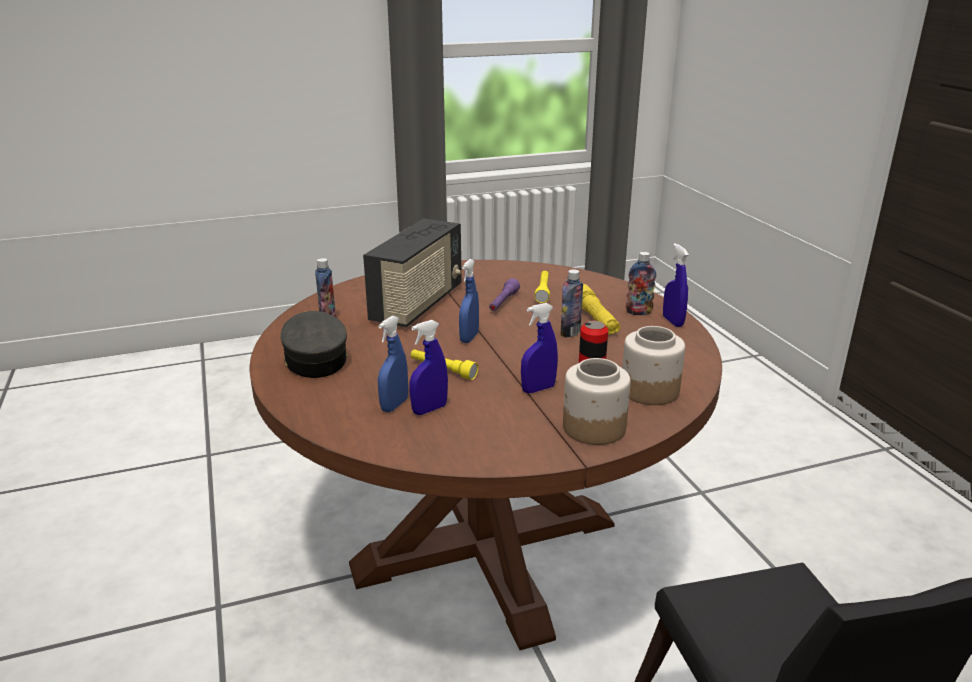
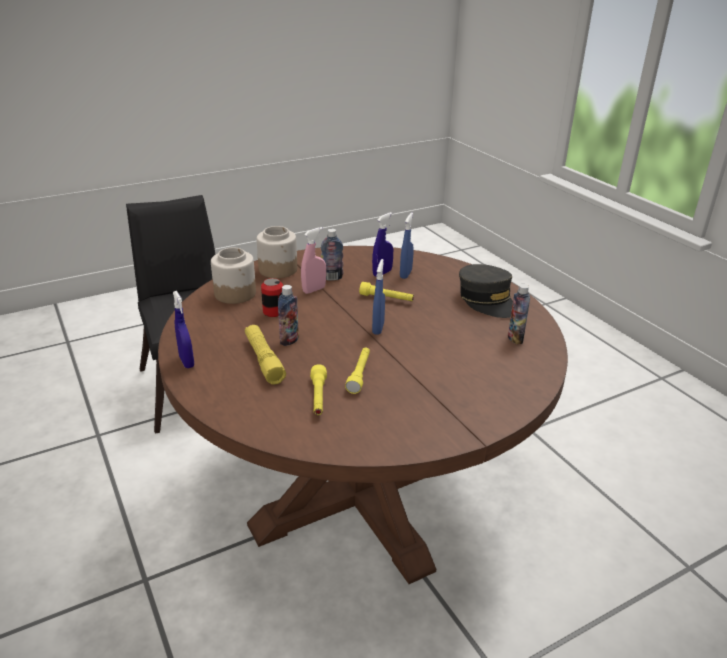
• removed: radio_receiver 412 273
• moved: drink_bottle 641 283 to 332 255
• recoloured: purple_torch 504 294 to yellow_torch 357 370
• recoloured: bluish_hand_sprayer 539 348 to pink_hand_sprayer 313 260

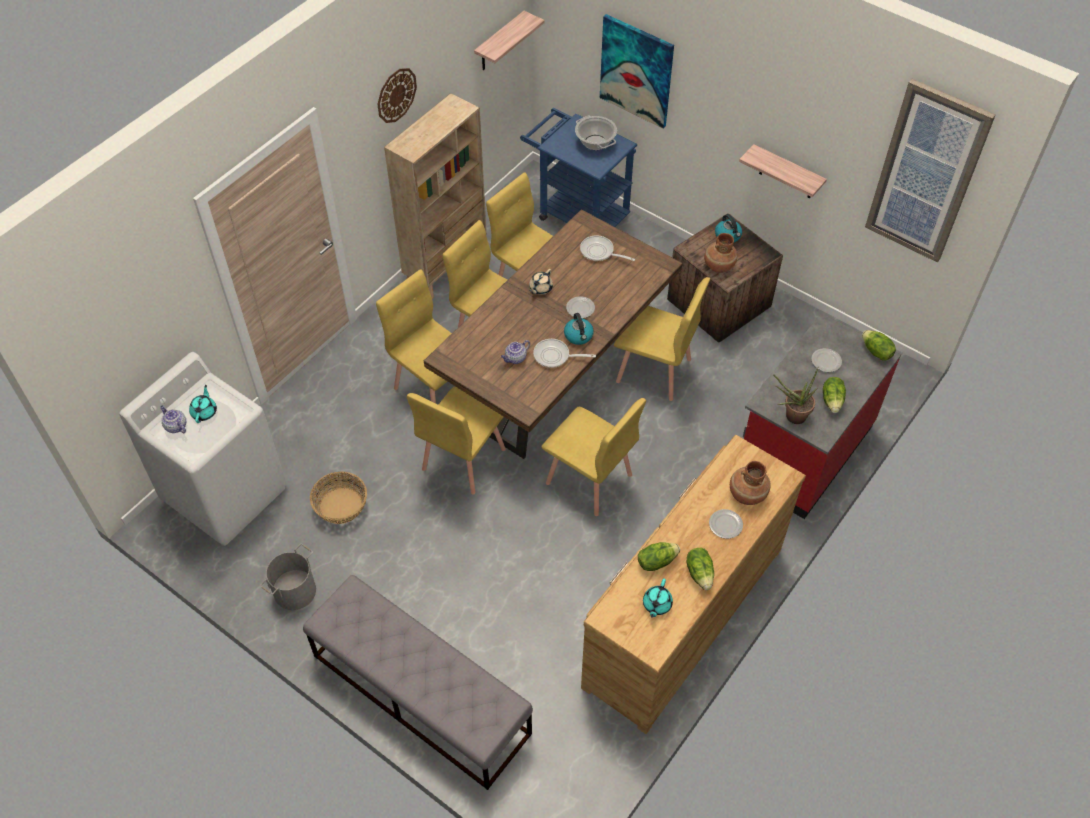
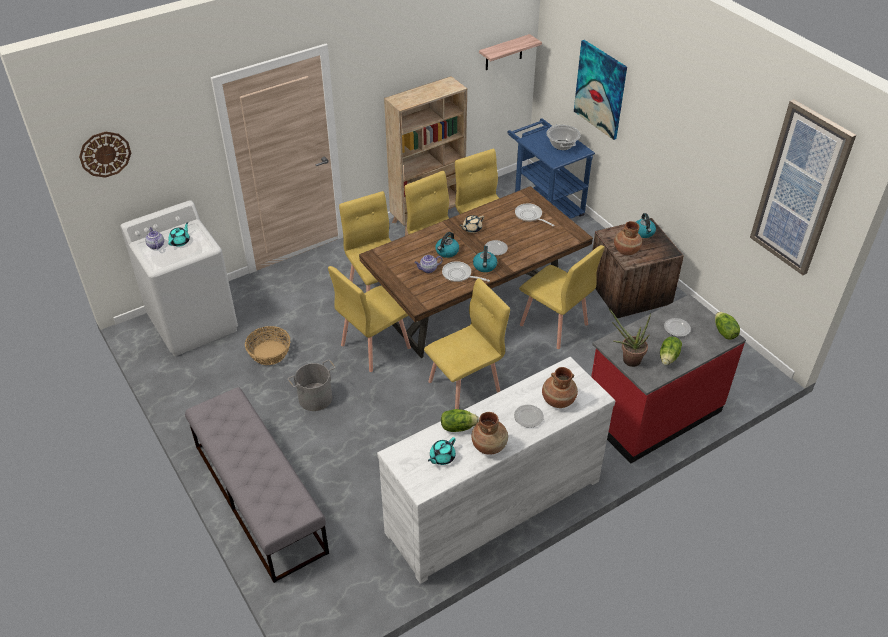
• removed: wall_shelf 783 171
• added: tea_kettle 447 245
• moved: gray_bucket 288 577 to 312 385
• moved: hanging_clock 397 95 to 105 155
• replaced: head_of_lettuce 700 569 to brown-coloured_flower_vase 490 433
• recoloured: brown-coloured_dresser 693 584 to white_dresser 496 470
• turned: yellow_plain_chair 593 457 = 467 343 90 degrees counterclockwise

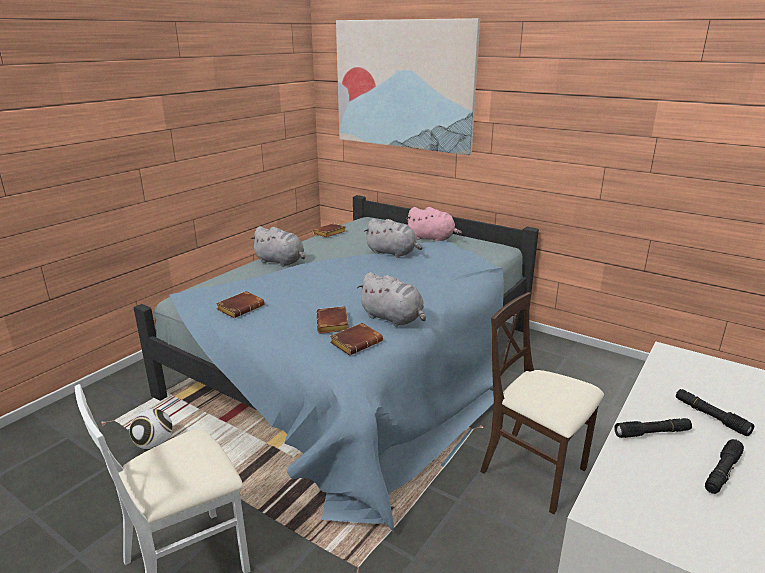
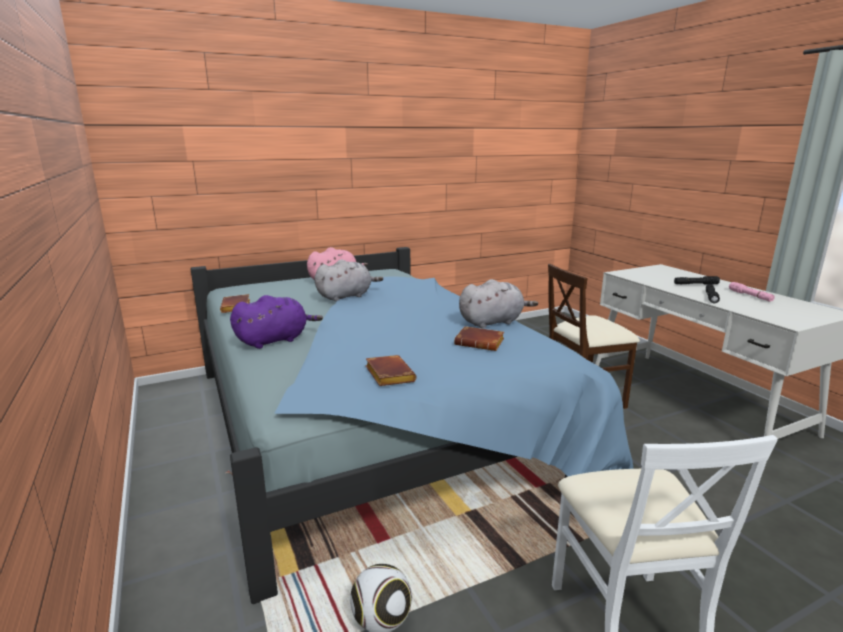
• removed: brown-coloured_bound_book 356 339
• removed: wall_art 408 86
• recoloured: gray_soft_toy 277 246 to purple_soft_toy 276 322
• recoloured: black-coloured_torch 724 466 to pink_torch 752 292

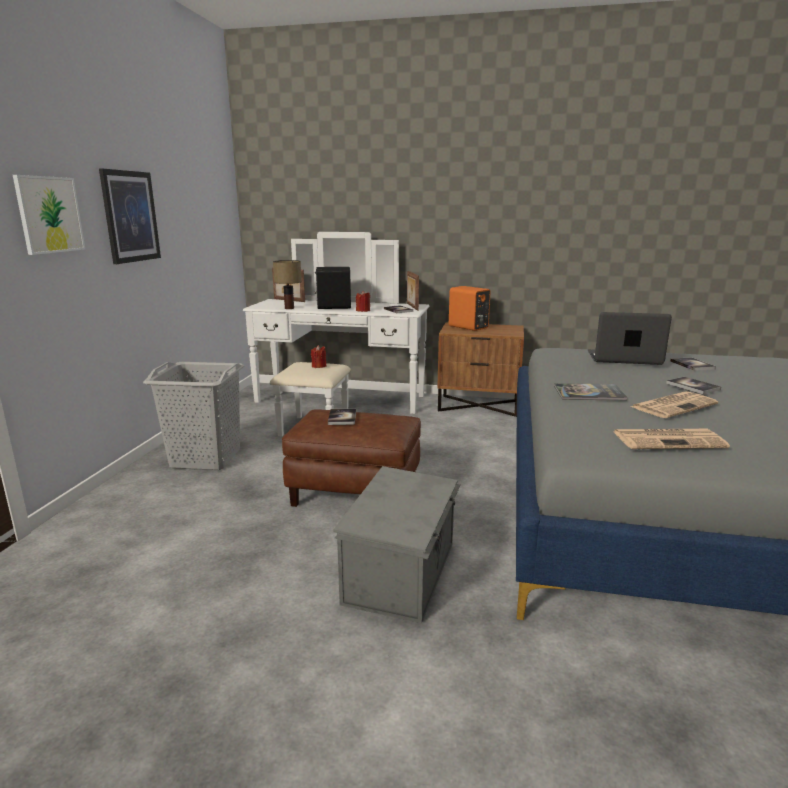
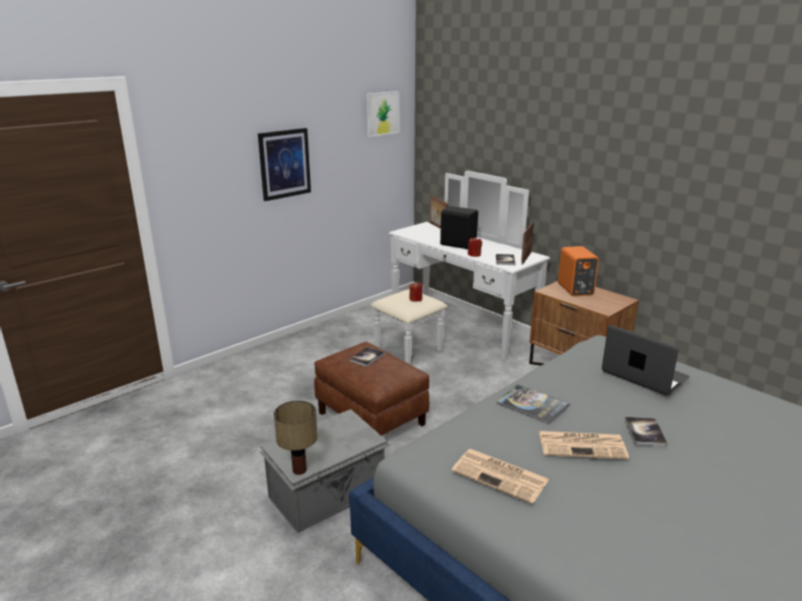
• removed: gray_laundry_basket 193 416
• removed: bound_book 693 364
• moved: wall_art 49 215 to 383 114
• moved: lamp_for_a_table 287 284 to 296 438

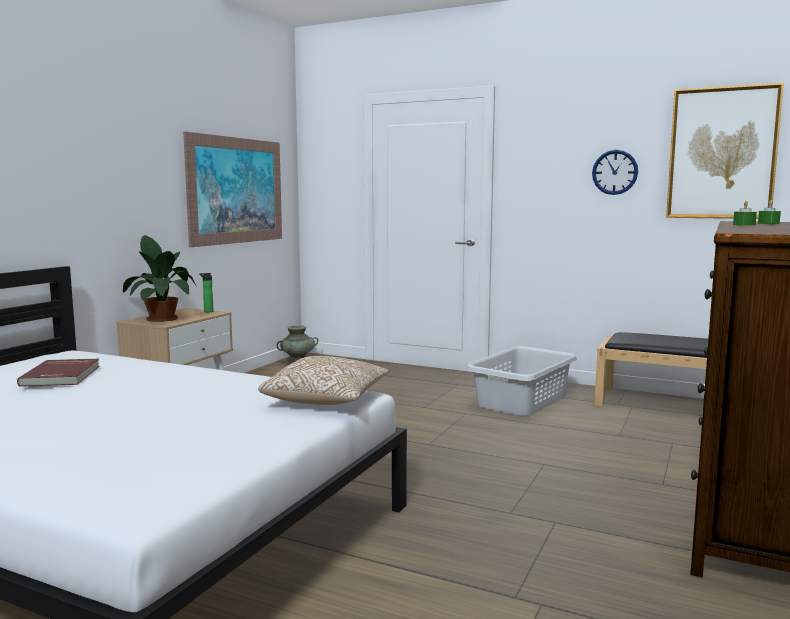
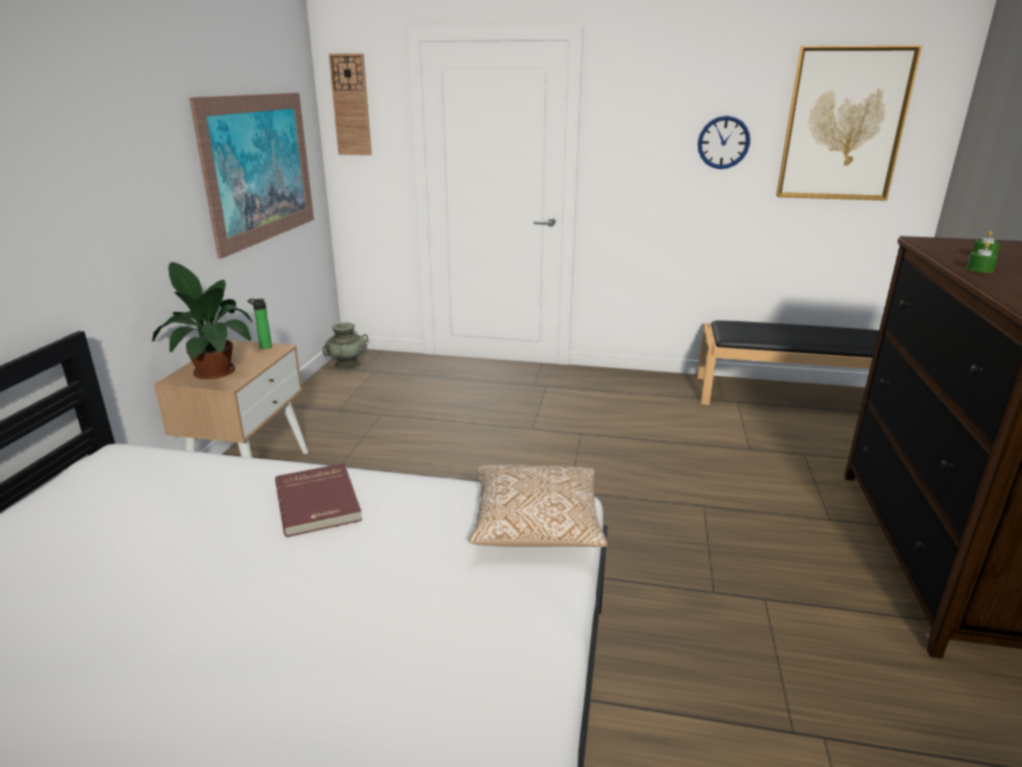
• removed: gray_laundry_basket 521 381
• added: hanging_clock 350 104
• moved: red_bound_book 58 373 to 318 500

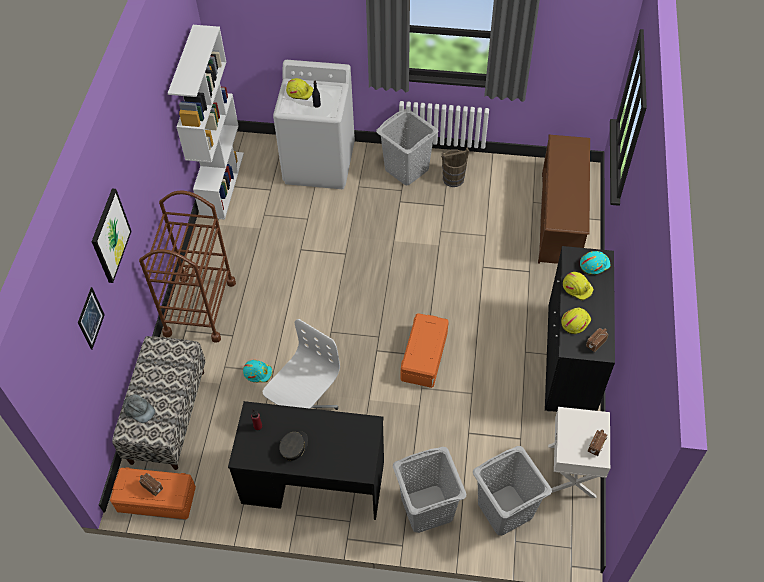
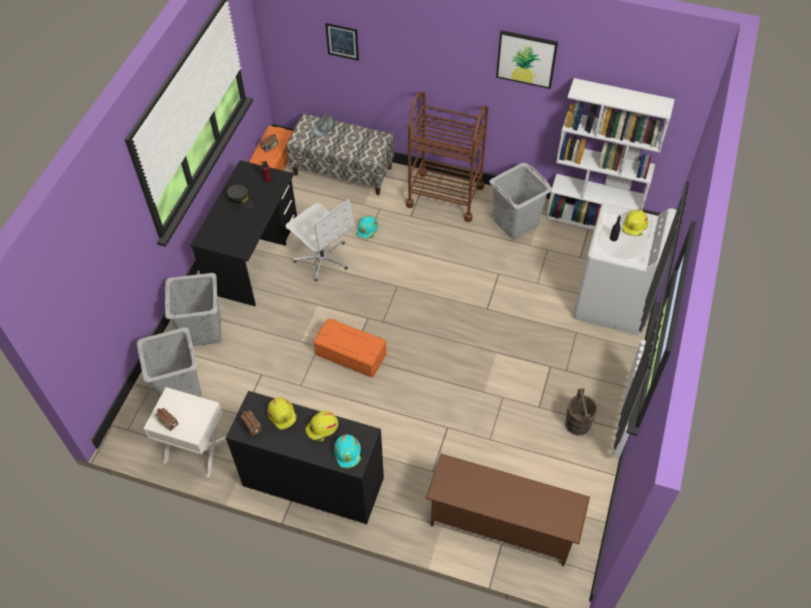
• moved: wall_art 112 236 to 527 59
• moved: gray_laundry_basket 407 147 to 520 201

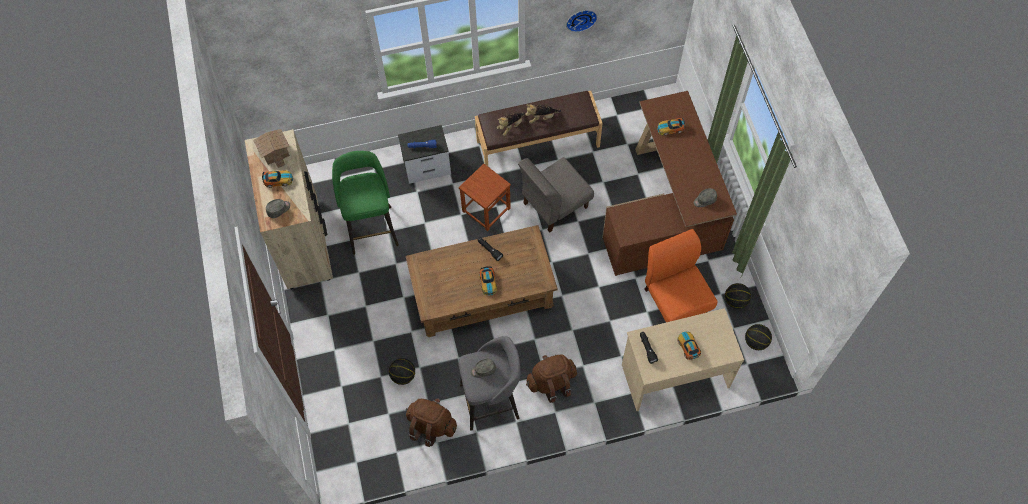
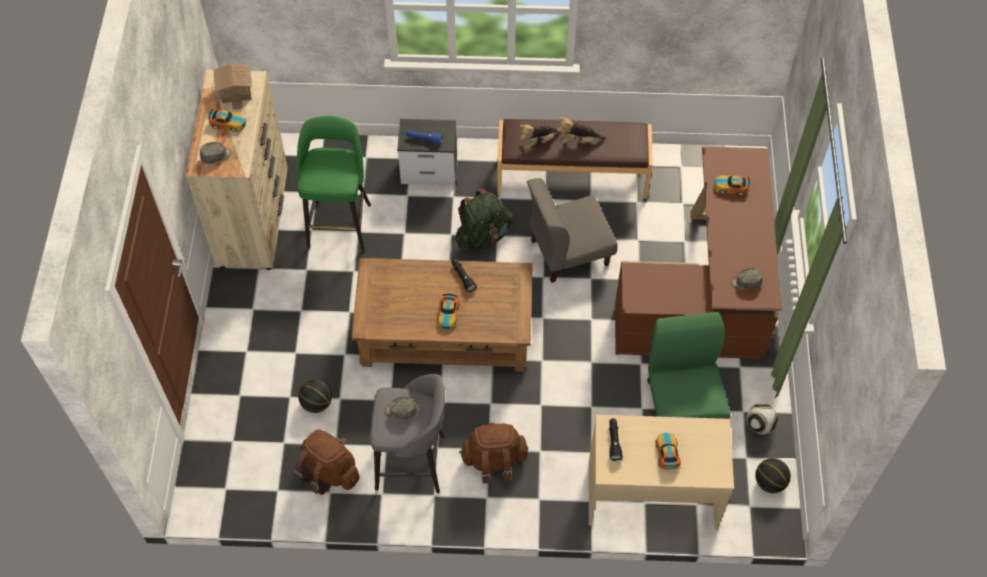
• removed: hanging_clock 581 21
• replaced: brown-coloured_stool_seat 485 197 to green_rucksack 483 220
• replaced: basketball_ball 738 296 to football 762 418
• recoloured: orange_plain_chair 681 275 to green_plain_chair 688 365

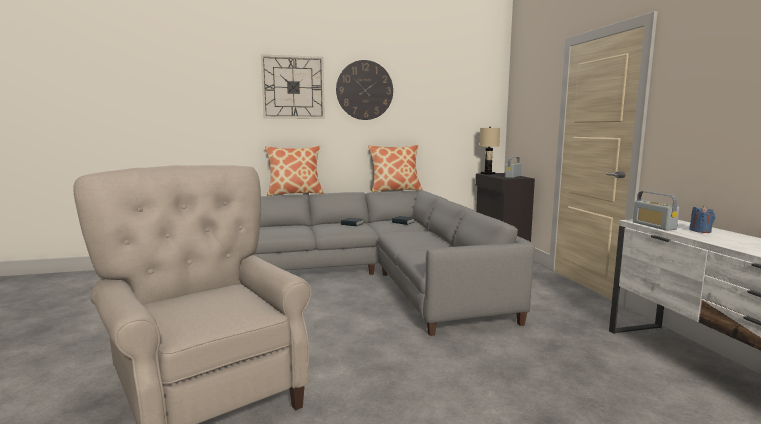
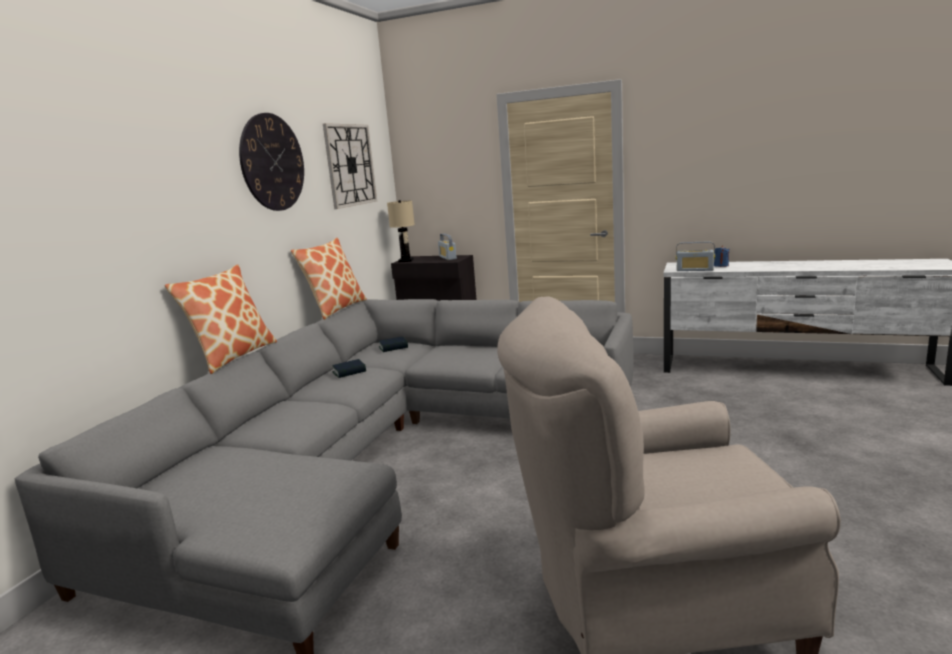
• moved: hanging_clock 293 87 to 350 166

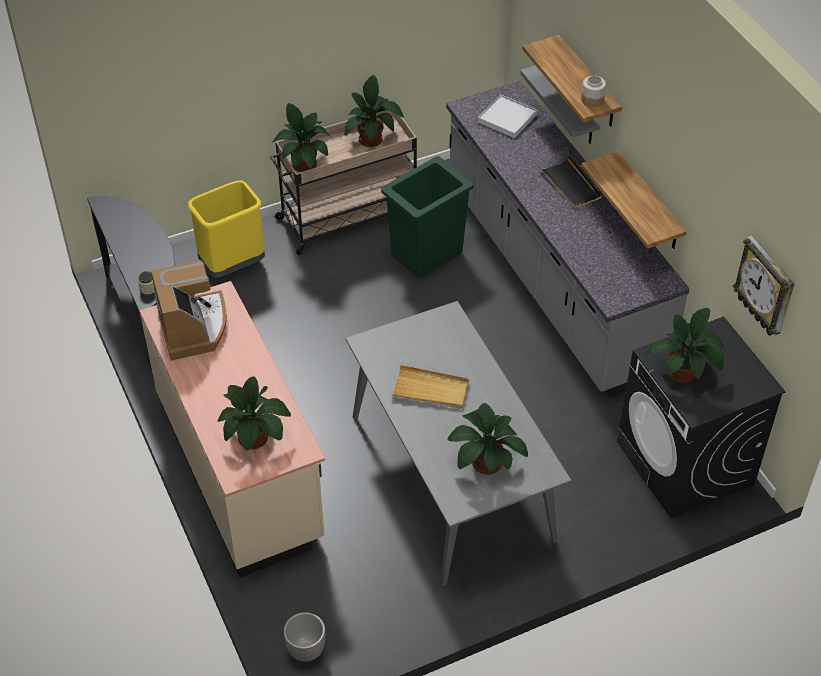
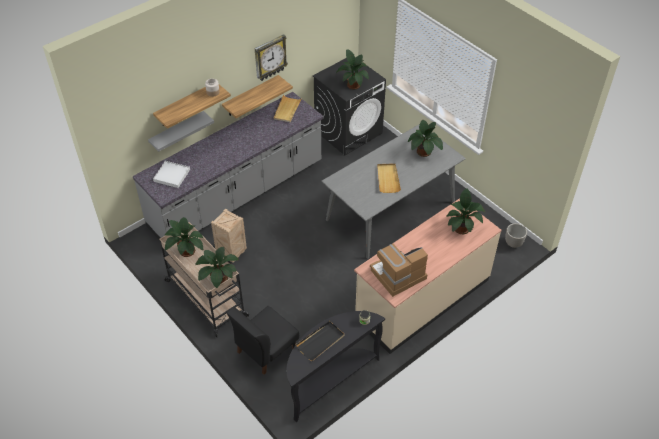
• added: sand-coloured_carrying_tray 288 108
• moved: black-coloured_carrying_tray 570 182 to 320 341
• moved: hanging_clock 764 286 to 271 57
• replaced: yellow_rubbish_bin 226 229 to black-coloured_plain_chair 263 340
• replaced: green_rubbish_bin 427 217 to crate 229 235

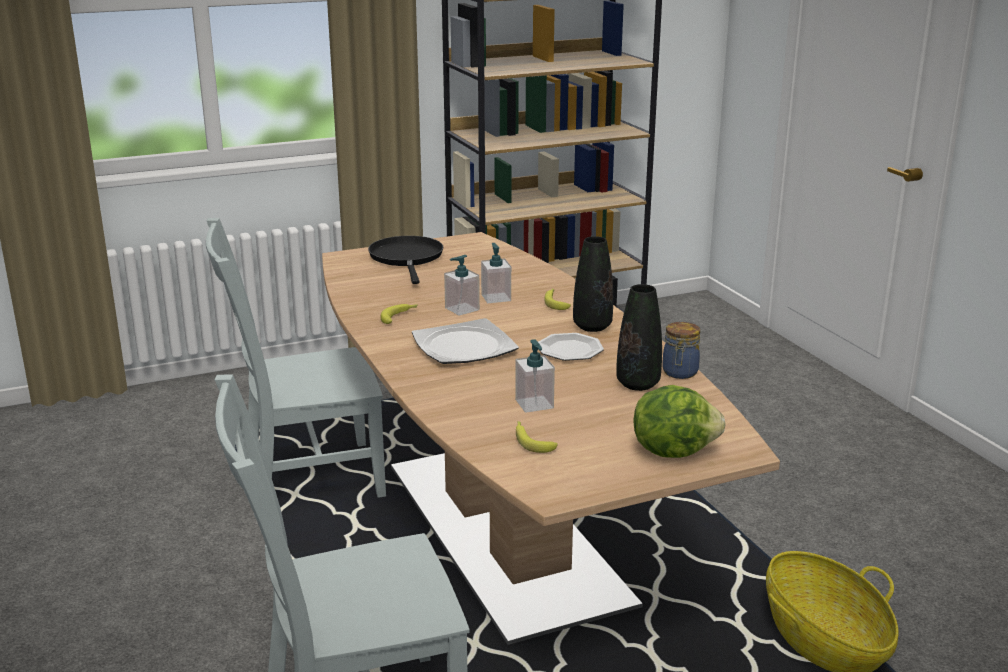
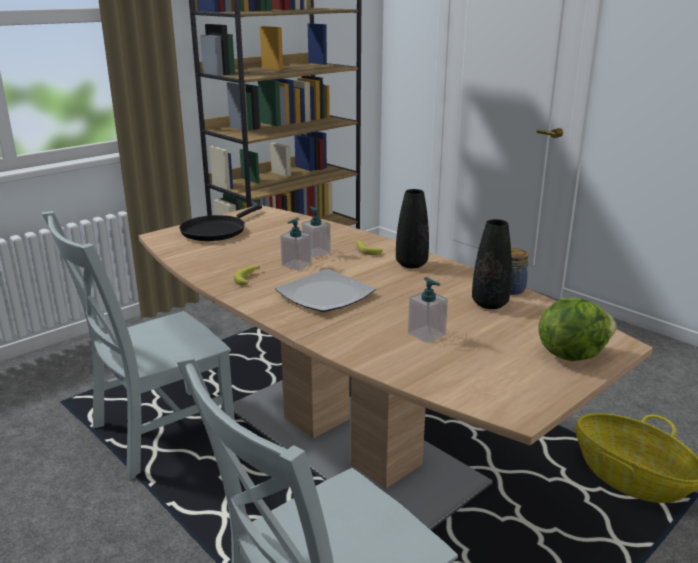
• removed: whole_banana 537 437
• removed: dinner_plate 571 347
• turned: black-coloured_pan 405 260 = 220 223 120 degrees counterclockwise

